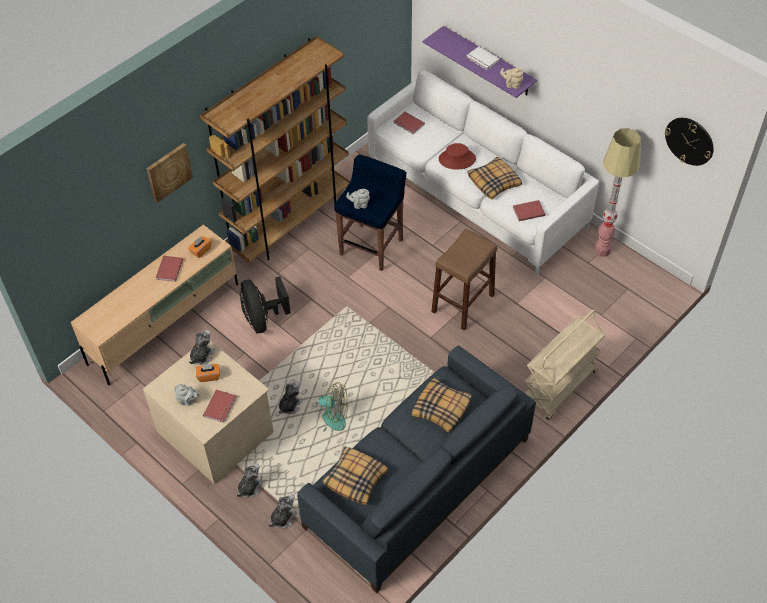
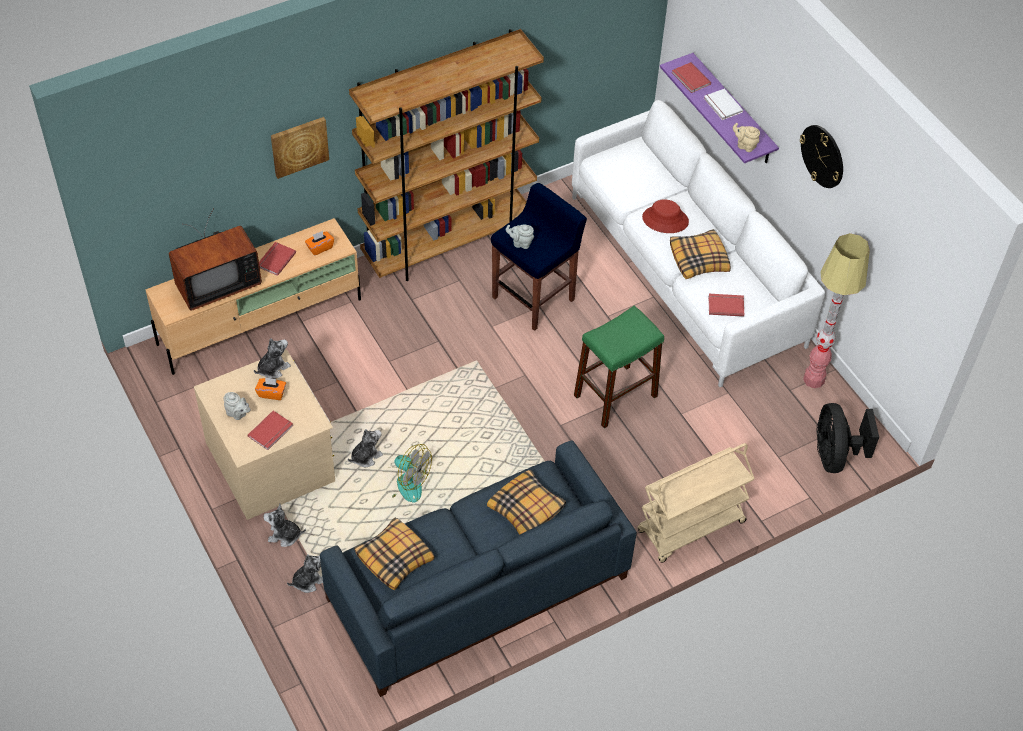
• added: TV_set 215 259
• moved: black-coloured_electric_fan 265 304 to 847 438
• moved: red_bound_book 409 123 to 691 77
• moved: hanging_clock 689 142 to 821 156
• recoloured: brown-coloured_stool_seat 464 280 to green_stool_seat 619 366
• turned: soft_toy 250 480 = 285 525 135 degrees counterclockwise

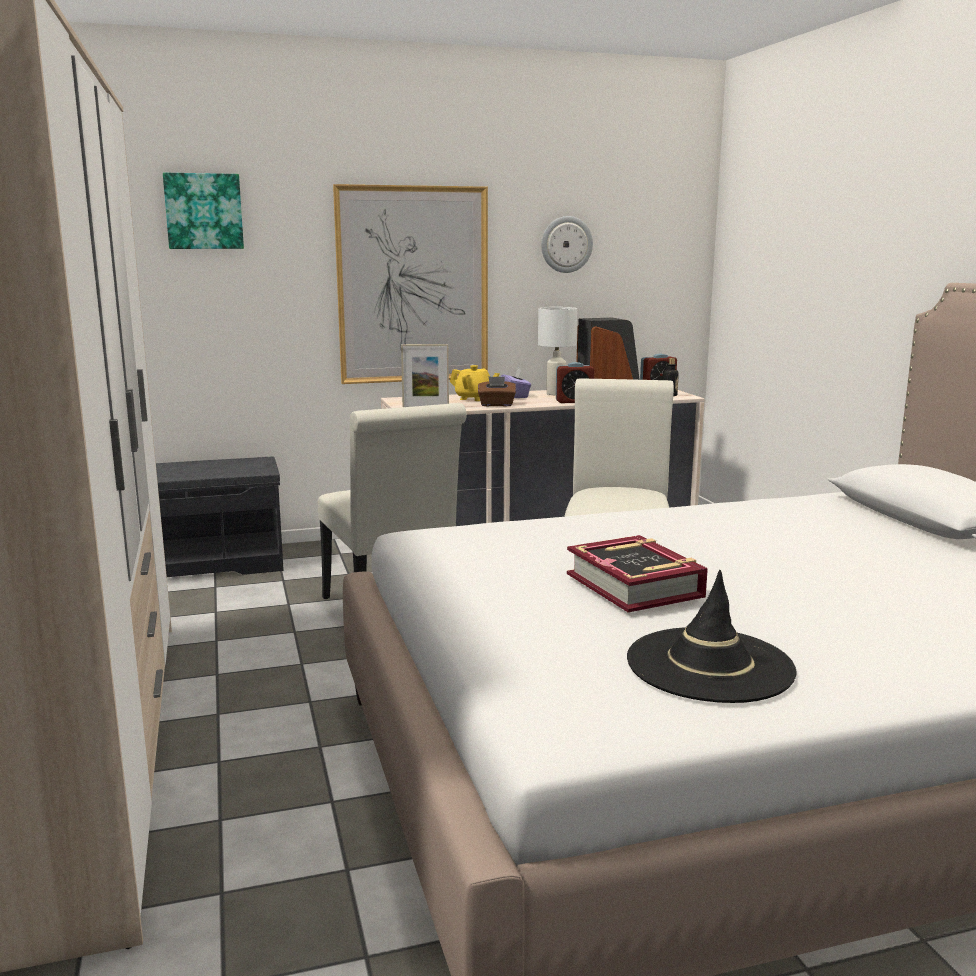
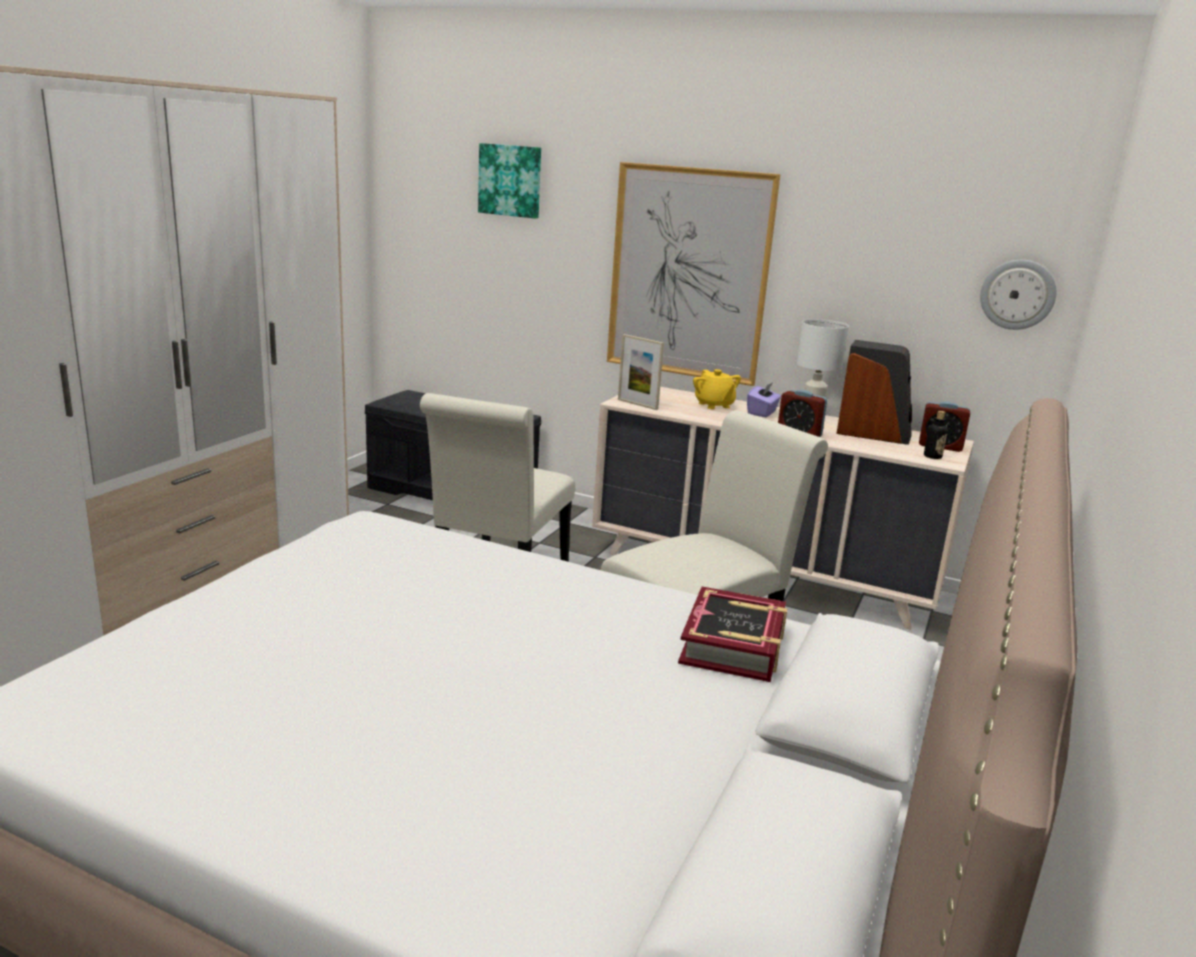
• removed: brown-coloured_tissue_holder 497 391
• removed: black-coloured_wearable_hat 712 636
• moved: hanging_clock 567 244 to 1018 295
• moved: bound_book 637 574 to 732 634

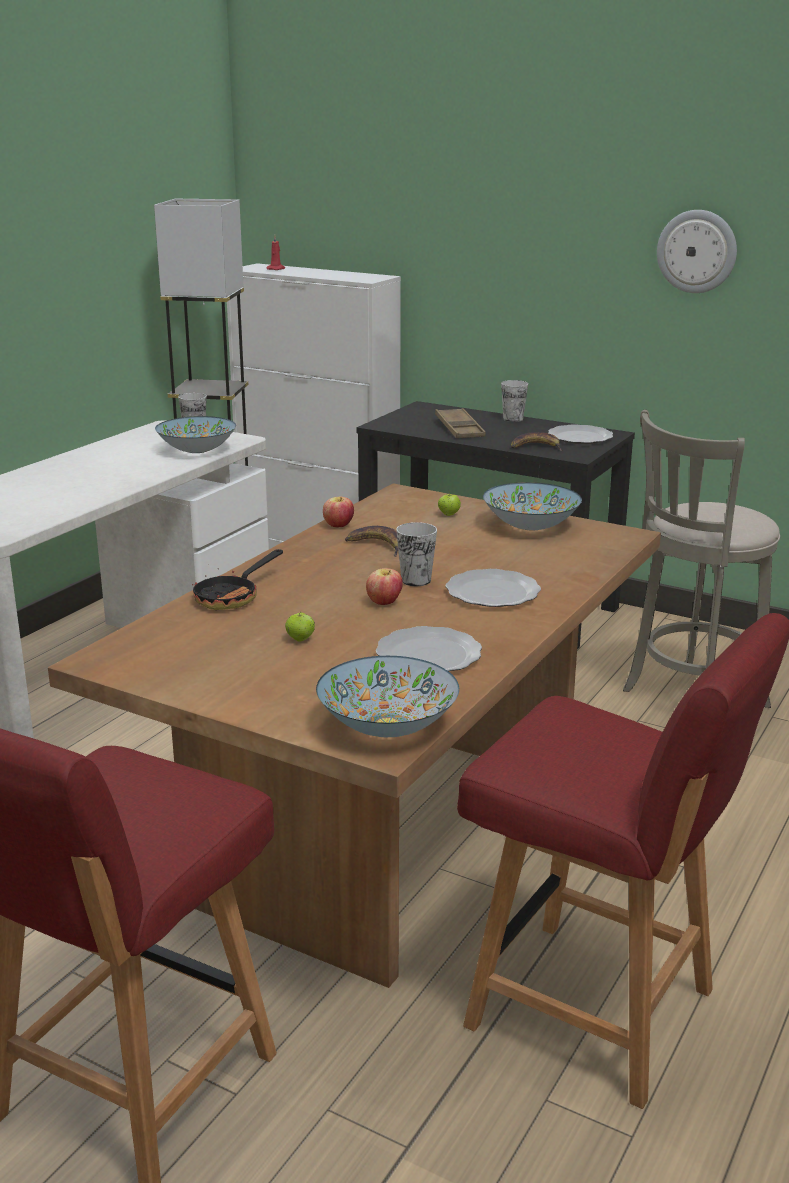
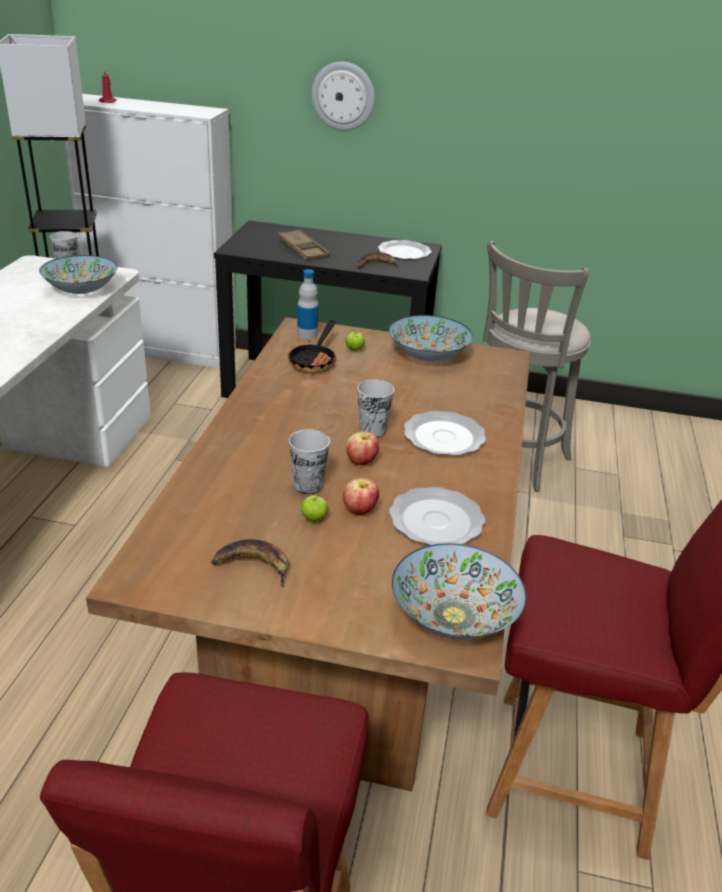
• added: drink_bottle 307 304
• moved: pan 237 579 to 312 346
• moved: whole_apple 338 511 to 361 496
• moved: whole_banana 371 541 to 249 563
• moved: drinking_cup 514 401 to 309 461
• moved: hanging_clock 697 251 to 343 96

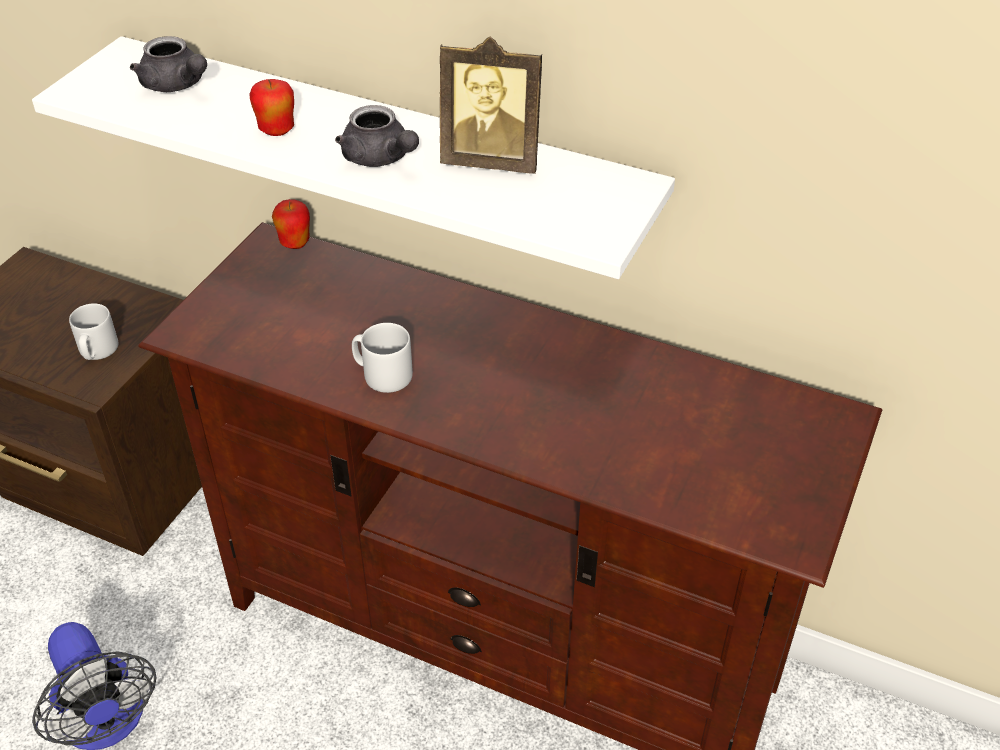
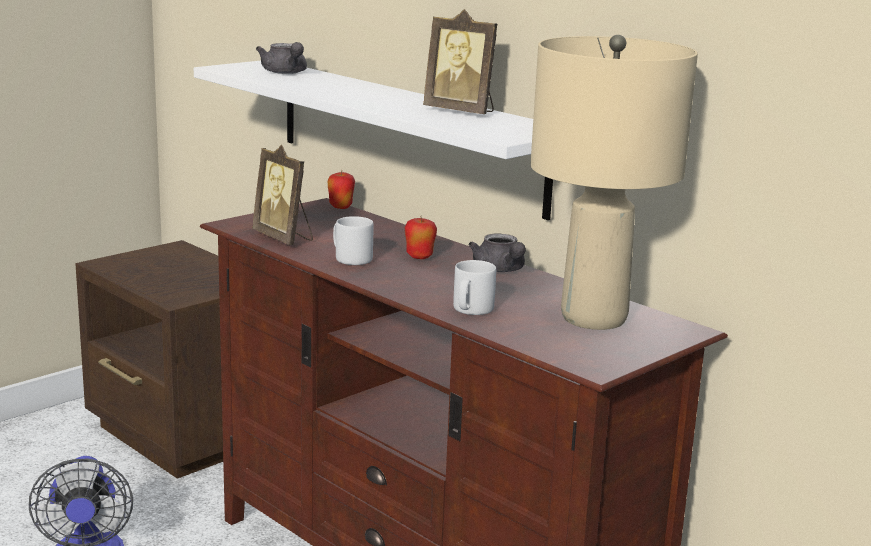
• added: photo_frame 282 195
• added: sand-coloured_lamp_for_a_table 614 182
• moved: gray_mug 93 332 to 474 287
• moved: whole_apple 271 107 to 421 238
• moved: gray_tea_pot 377 136 to 497 252

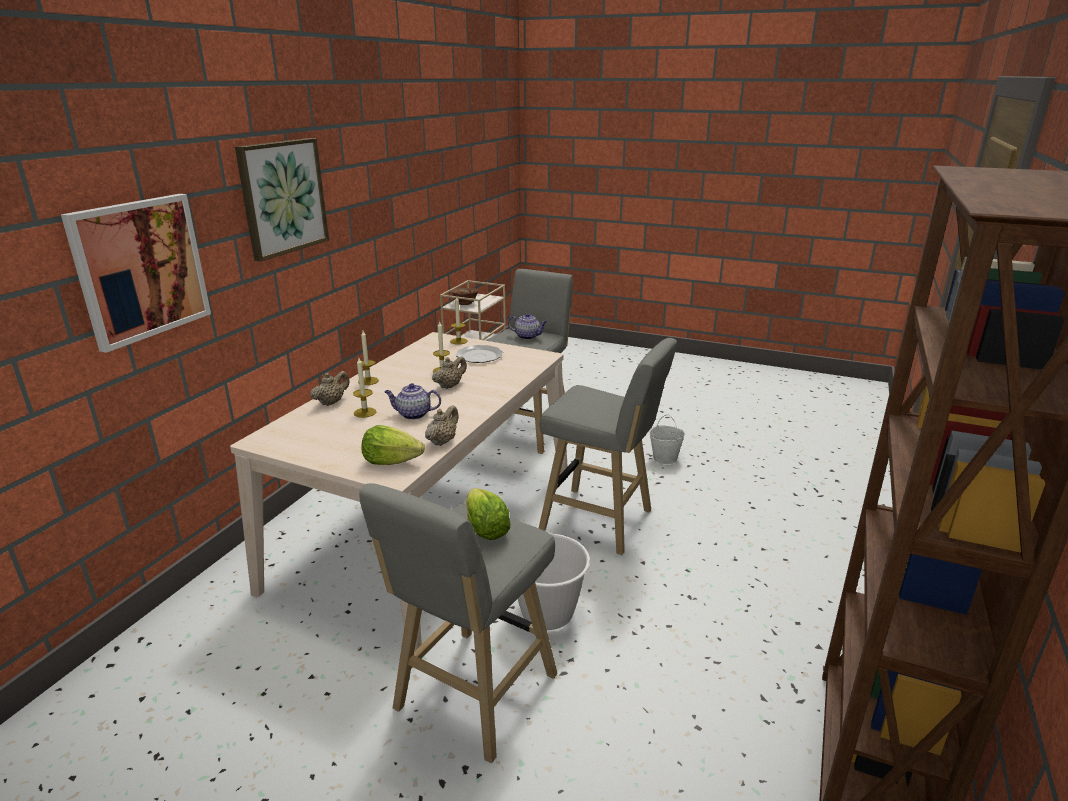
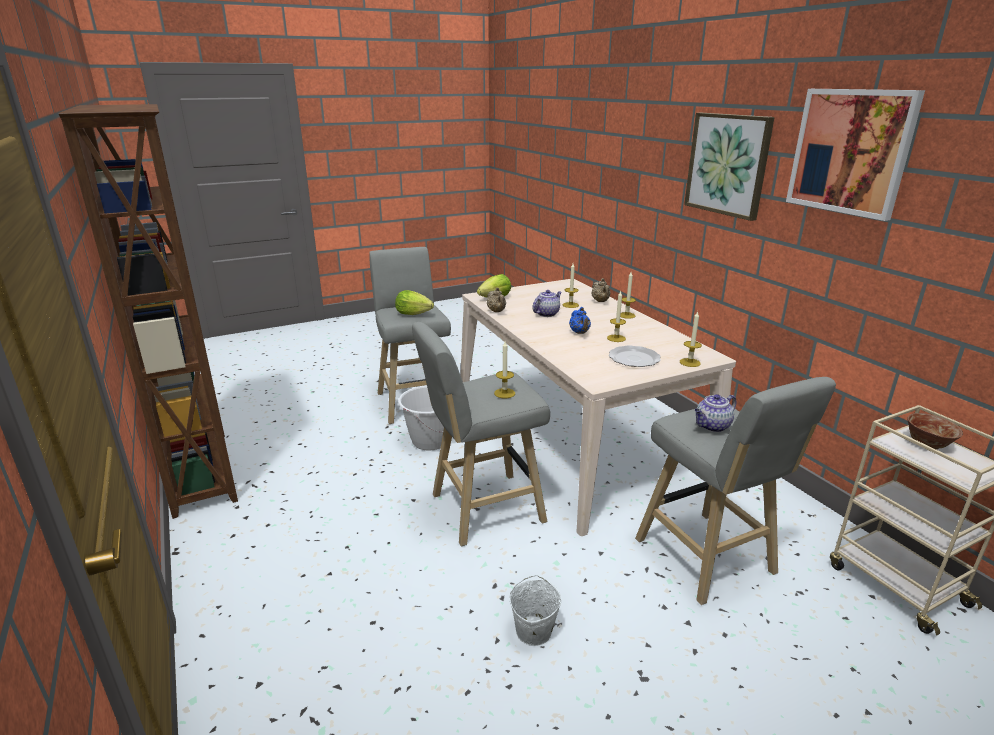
• added: candle 504 369
• moved: wall_art 136 273 to 855 155
• recoloured: sand-coloured_tea_pot 449 372 to bluish_tea_pot 580 320

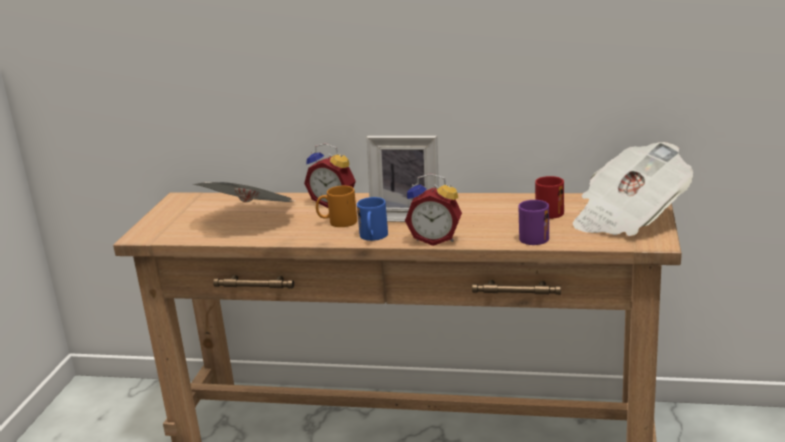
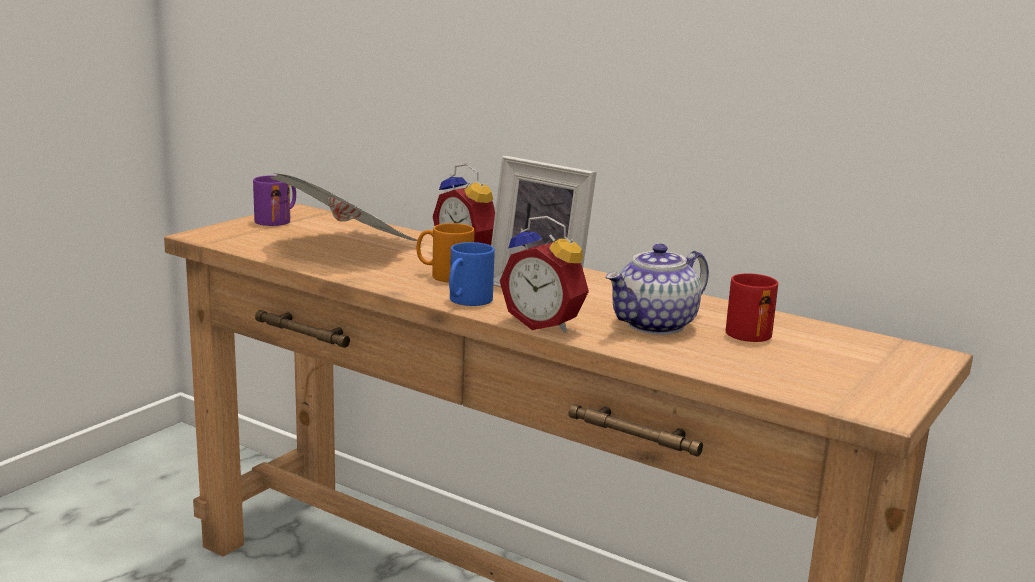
• removed: daily_paper 633 189
• added: tea_pot 657 289
• moved: purple_mug 534 222 to 274 200

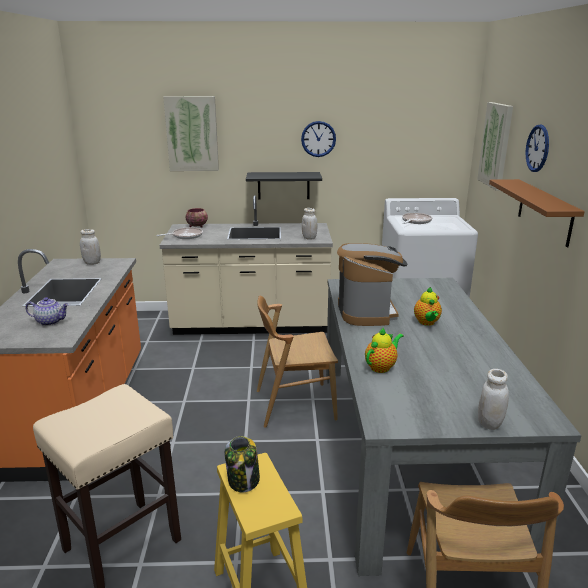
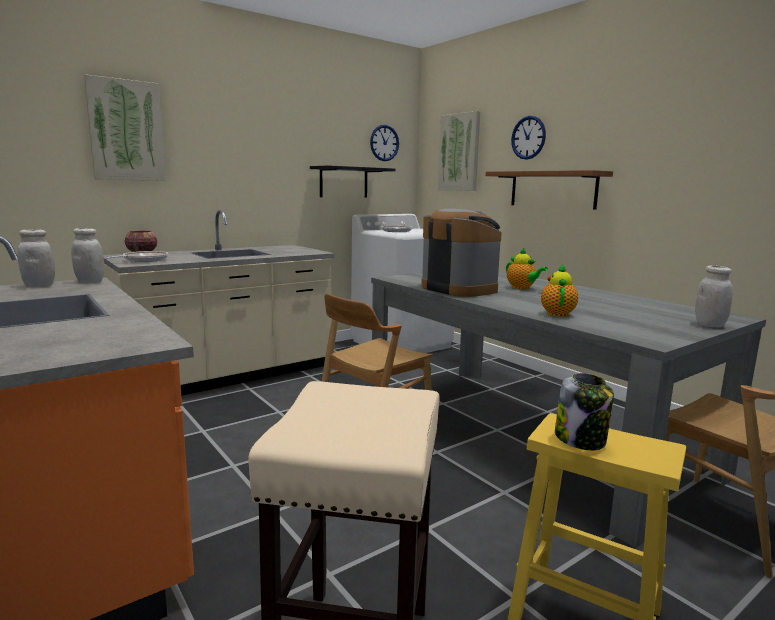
• removed: tea_pot 47 311
• moved: black-coloured_wall_shelf 284 186 to 352 181
• moved: hanging_clock 318 139 to 384 143
• moved: white_preserve_jar 309 224 to 87 255

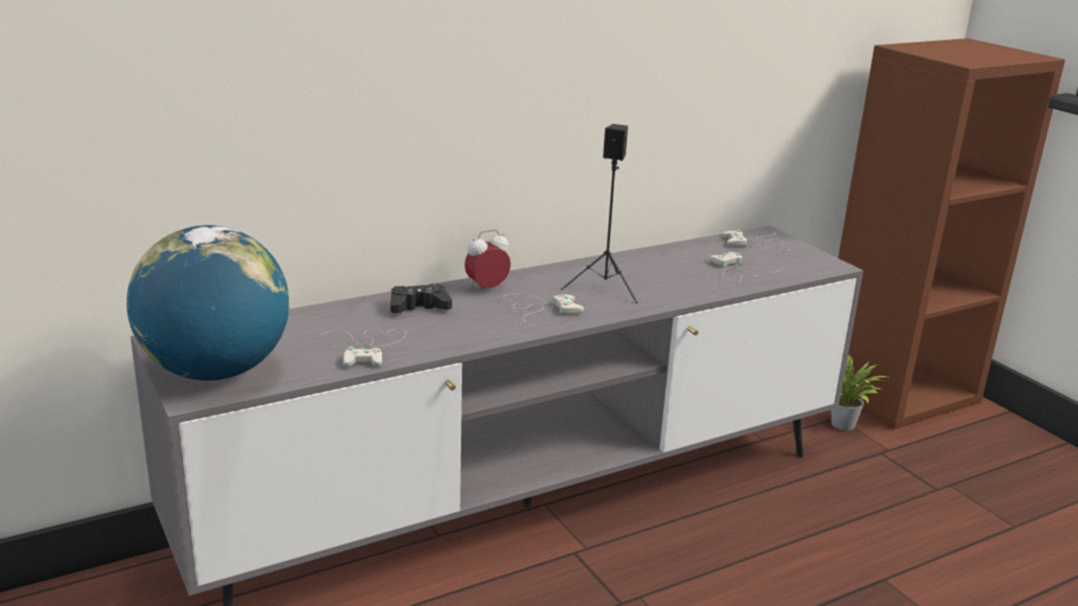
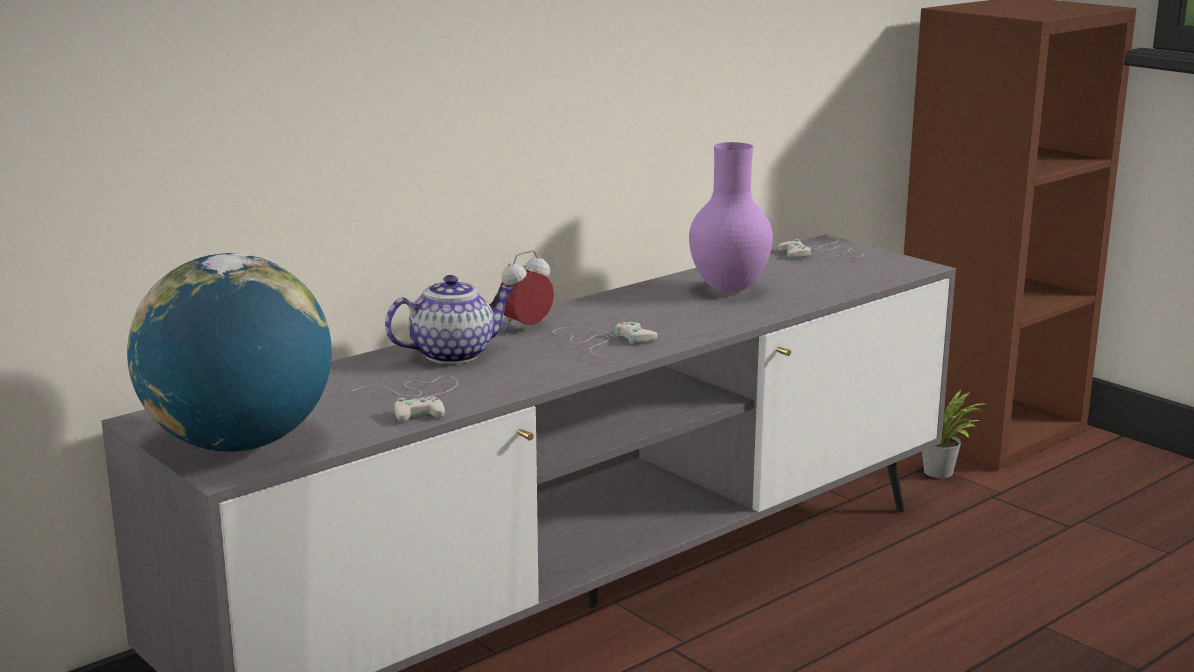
• removed: black-coloured_audio_speaker 599 213
• removed: white_game_controller 745 267
• added: purple_flower_vase 731 217
• replaced: black-coloured_game_controller 421 299 to tea_pot 449 319

